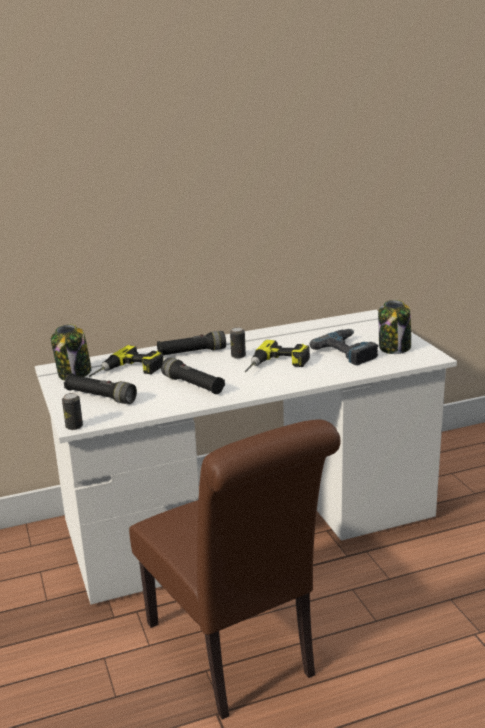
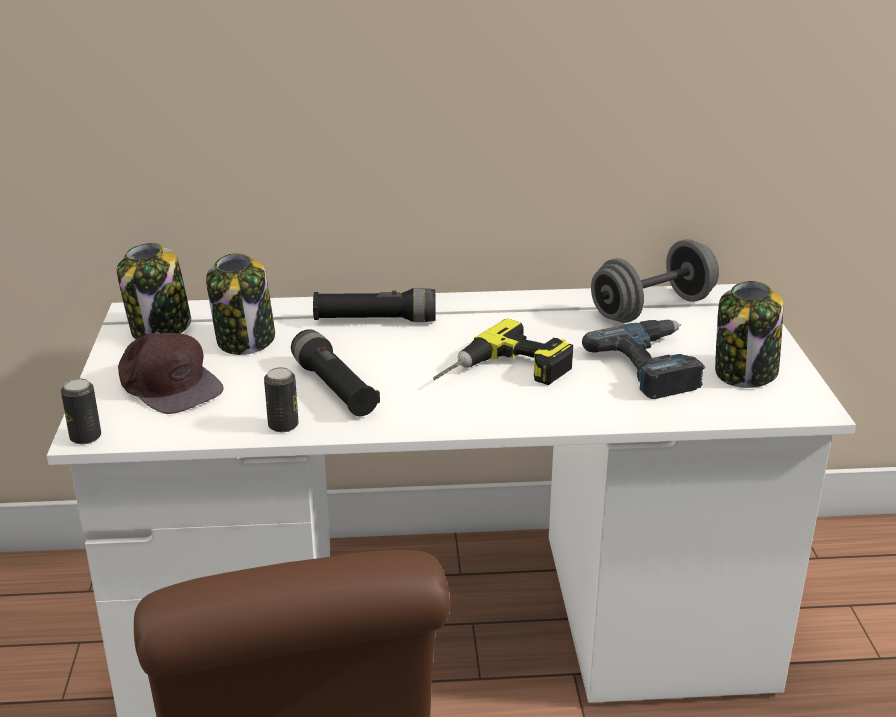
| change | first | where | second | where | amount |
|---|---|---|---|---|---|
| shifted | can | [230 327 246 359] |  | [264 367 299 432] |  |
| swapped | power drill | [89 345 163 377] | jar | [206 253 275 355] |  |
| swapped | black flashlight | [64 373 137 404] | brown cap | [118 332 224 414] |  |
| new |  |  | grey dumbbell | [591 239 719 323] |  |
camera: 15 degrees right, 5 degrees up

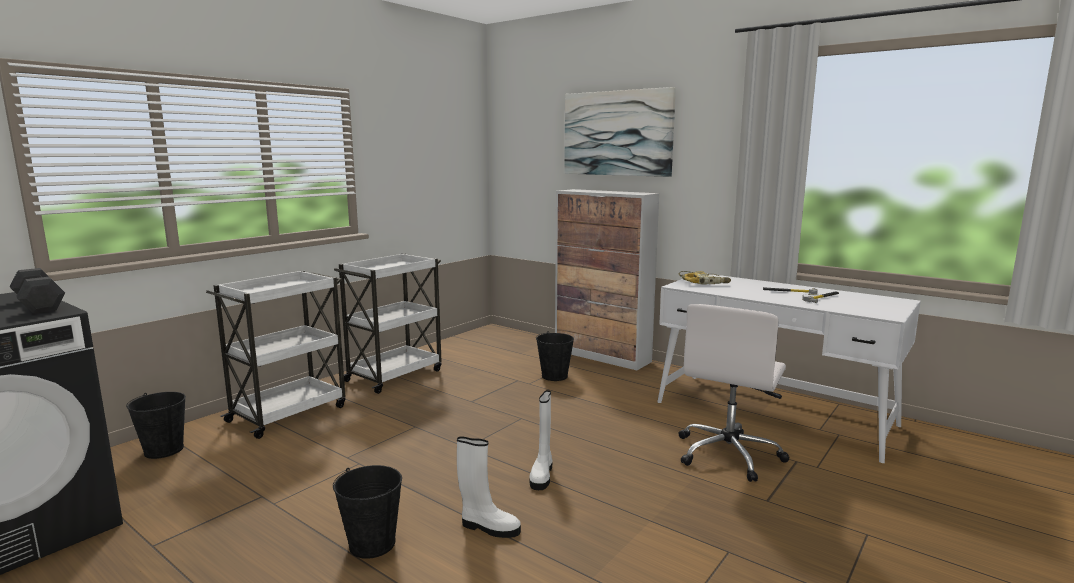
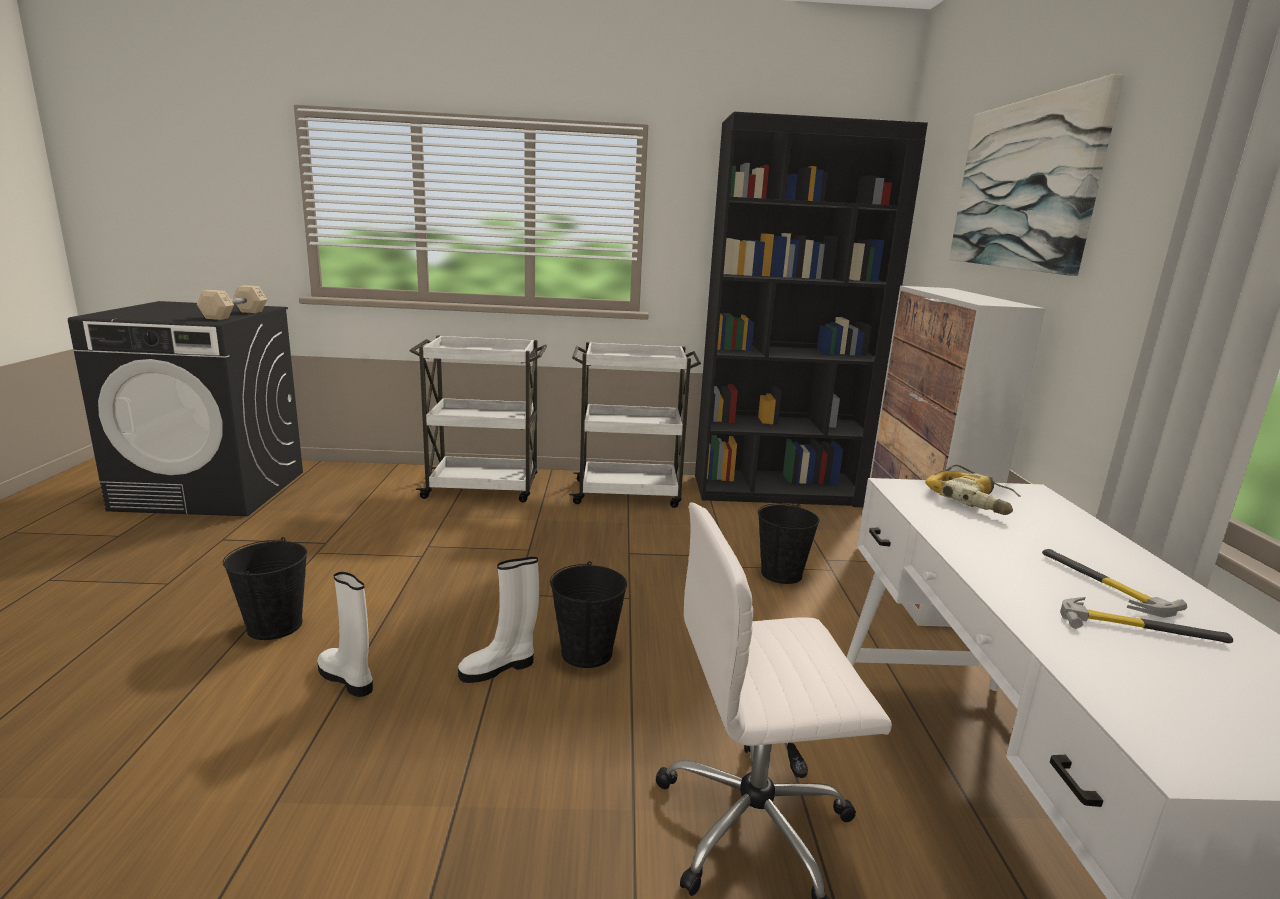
| change | first | where | second | where | amount |
|---|---|---|---|---|---|
| repainted | black dumbbell | [10 268 65 313] | beige dumbbell | [197 285 267 320] |  |
| shifted | black bucket | [126 392 186 459] |  | [550 561 627 668] |  |
| rotated | white boot | [457 437 521 538] |  | [317 572 373 697] | 150 degrees clockwise |
| new |  |  | black bookcase | [695 112 928 507] |  |
camera: 50 degrees right, 5 degrees up

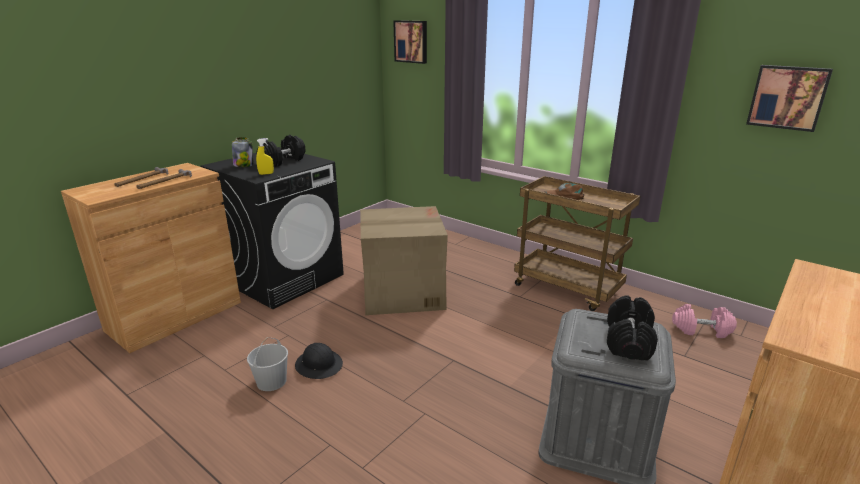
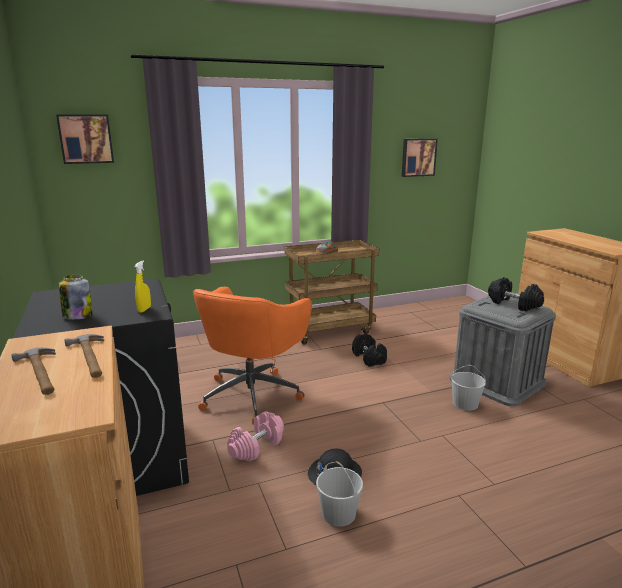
| change | first | where | second | where | amount |
|---|---|---|---|---|---|
| shifted | black dumbbell | [257 135 305 167] |  | [352 333 387 367] |  |
| swapped | cardboard box | [360 206 448 315] | orange office chair | [193 287 312 425] |  |
| shifted | pink dumbbell | [672 304 737 338] |  | [227 411 284 462] |  |
| new |  |  | white bucket | [451 365 486 411] |  |
camera: 60 degrees left, 5 degrees down

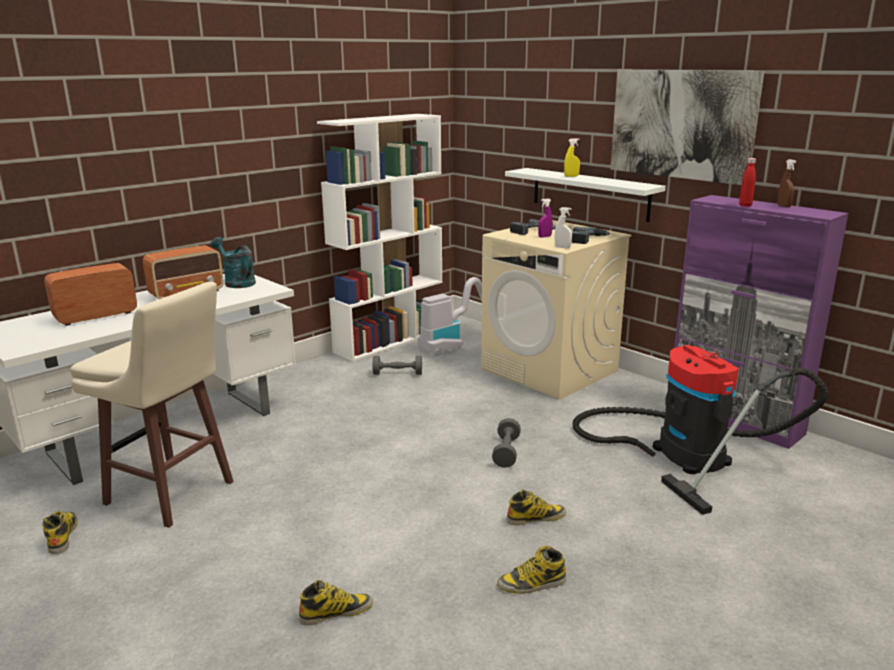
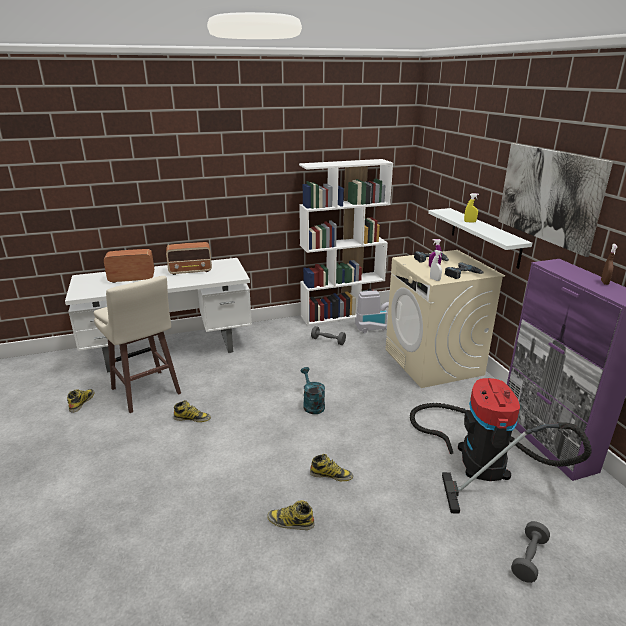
| change | first | where | second | where | amount |
|---|---|---|---|---|---|
| gone | red bottle | [739 158 756 207] |  |  |  |
| shifted | turquoise watering can | [211 237 256 288] |  | [300 367 325 414] |  |
| shifted | grey dumbbell | [492 418 521 468] |  | [511 521 550 583] |  |
| shifted | boot | [299 580 373 625] |  | [174 400 211 422] |  |
camera: 25 degrees right, 5 degrees up

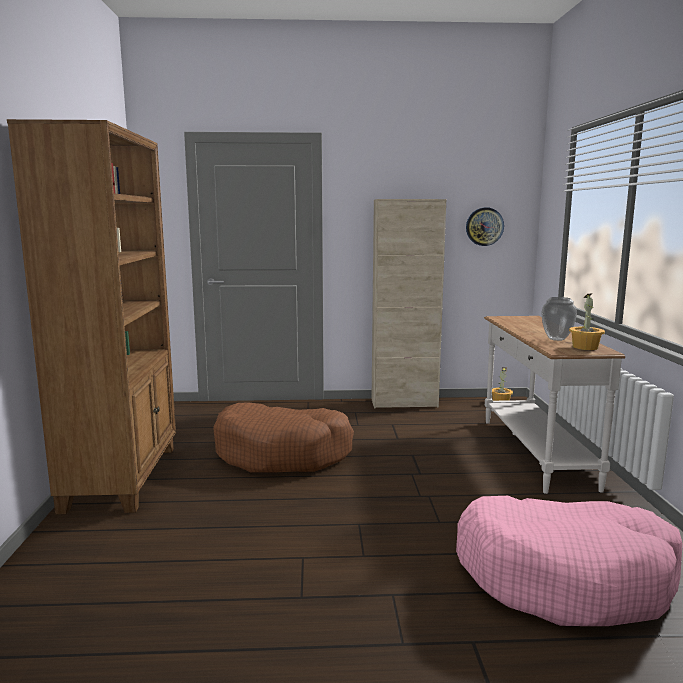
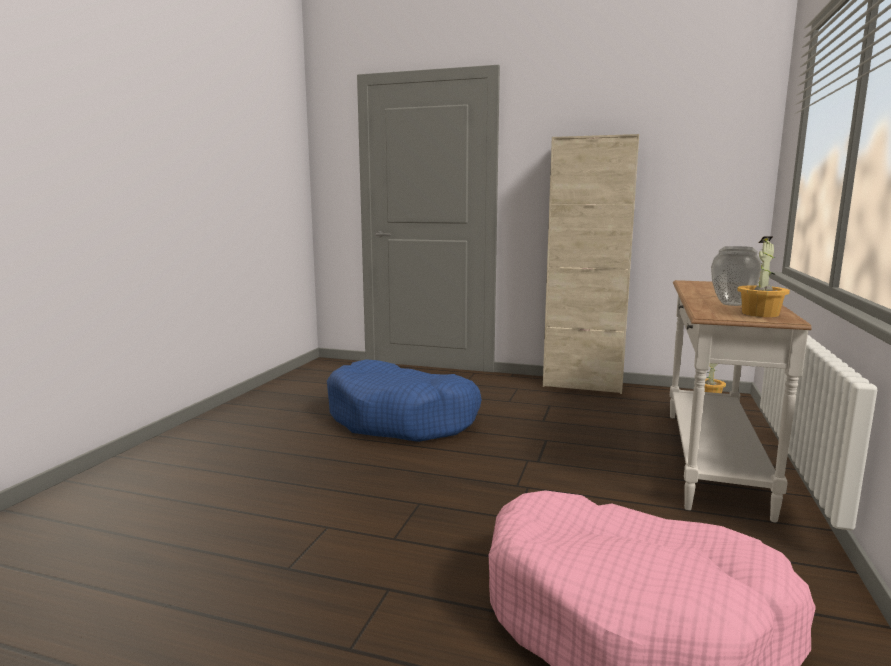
| change | first | where | second | where | amount |
|---|---|---|---|---|---|
| gone | brown bookcase | [7 119 176 514] |  |  |  |
| gone | wall clock | [466 207 504 246] |  |  |  |
| repainted | brown dog bed | [213 402 354 473] | blue dog bed | [327 359 482 442] |  |
camera: 20 degrees right, 0 degrees up

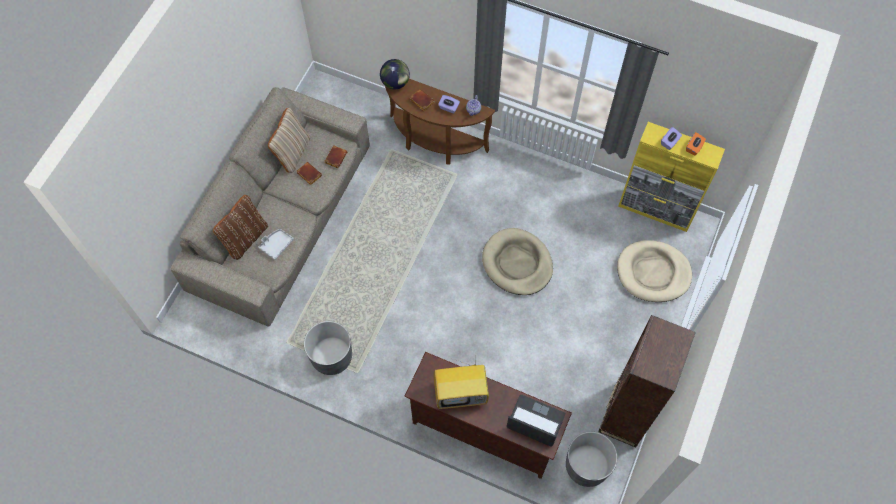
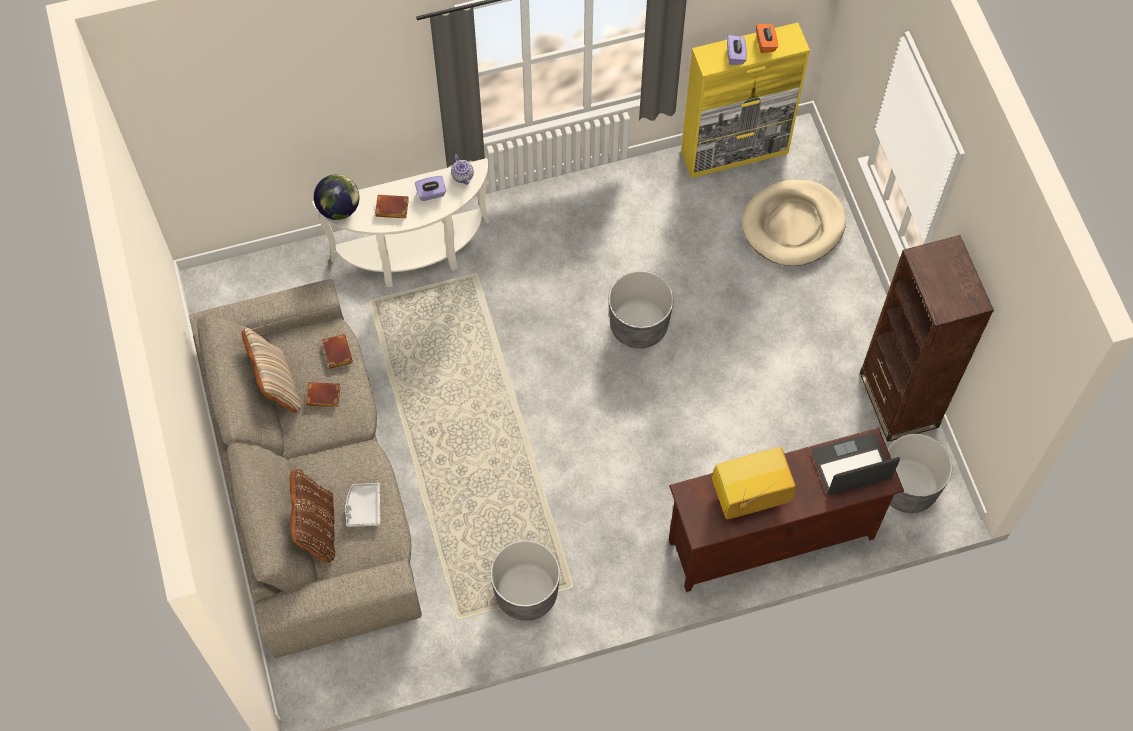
| change | first | where | second | where | amount |
|---|---|---|---|---|---|
| repainted | brown console table | [385 79 495 165] | white console table | [312 158 489 287] |  |
| swapped | beige dog bed | [482 228 553 295] | grey planter | [609 271 673 349] |  |
| rotated | television | [433 358 489 409] |  | [712 447 796 519] | 150 degrees counterclockwise |
camera: 40 degrees left, 0 degrees up

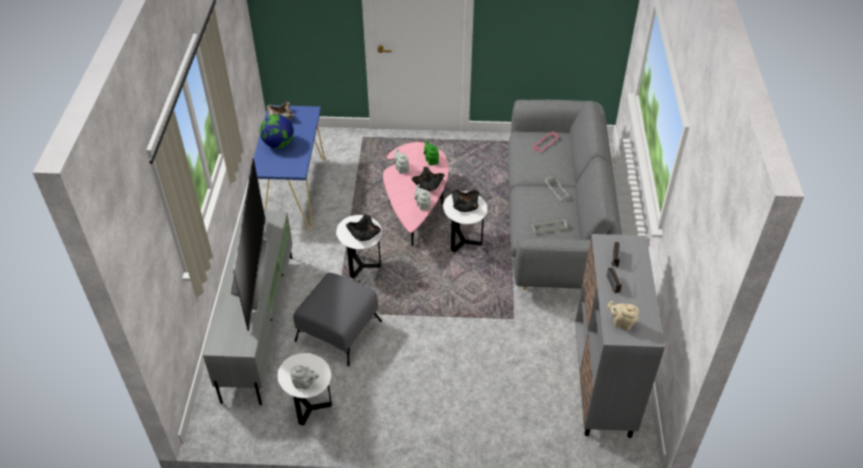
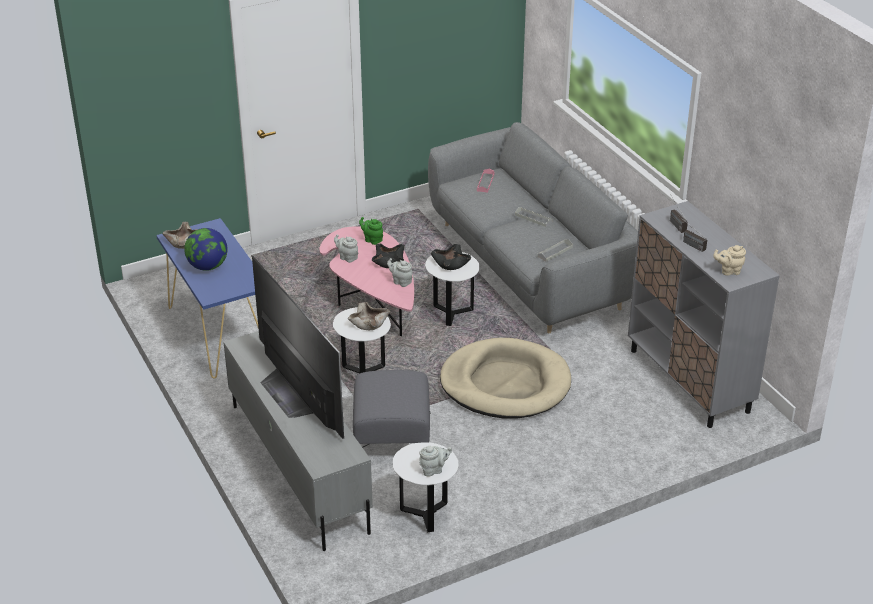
| change | first | where | second | where | amount |
|---|---|---|---|---|---|
| repainted | black bowl | [346 214 381 241] | beige bowl | [348 302 390 330] |  |
| new |  |  | beige dog bed | [440 338 571 418] |  |
camera: 30 degrees left, 10 degrees down

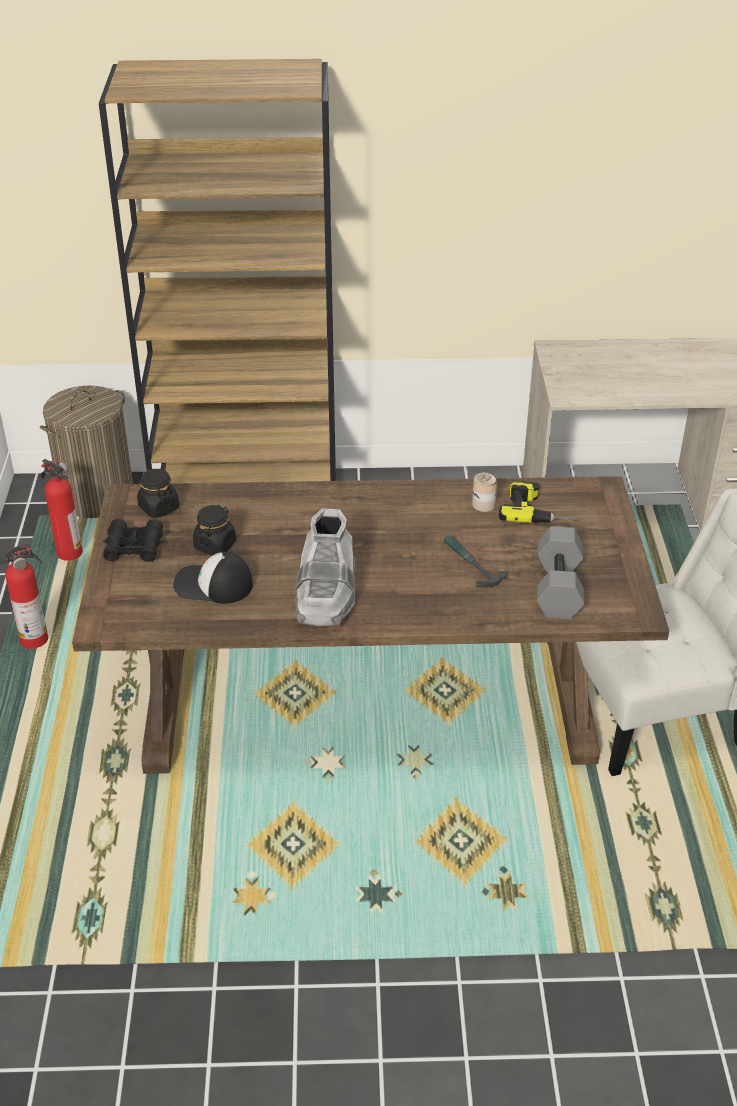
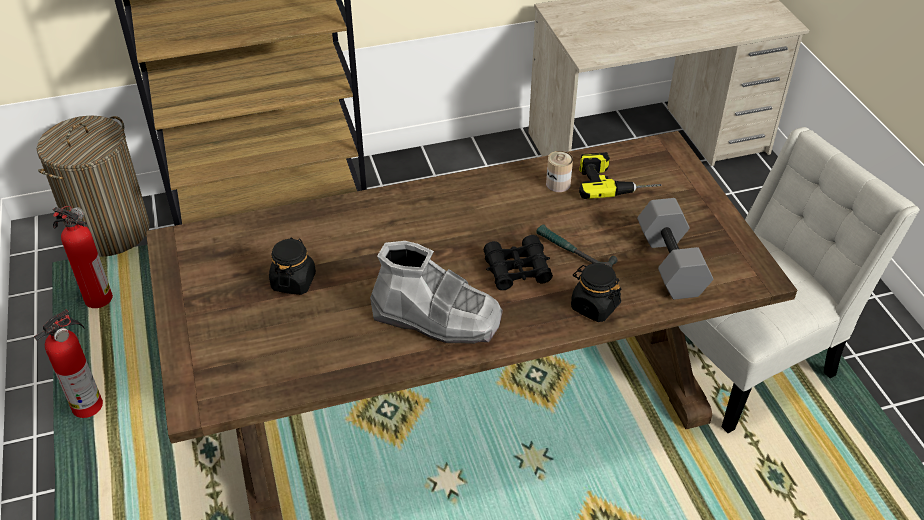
| change | first | where | second | where | amount |
|---|---|---|---|---|---|
| shifted | black jar | [137 469 179 518] |  | [571 263 622 322] |  |
| rotated | grey boot | [295 508 356 626] |  | [370 241 503 344] | 60 degrees counterclockwise |
| shifted | black binoculars | [103 519 163 562] |  | [484 235 553 290] |  |
| gone | cap | [173 552 253 604] |  |  |  |
camera: 15 degrees left, 5 degrees up

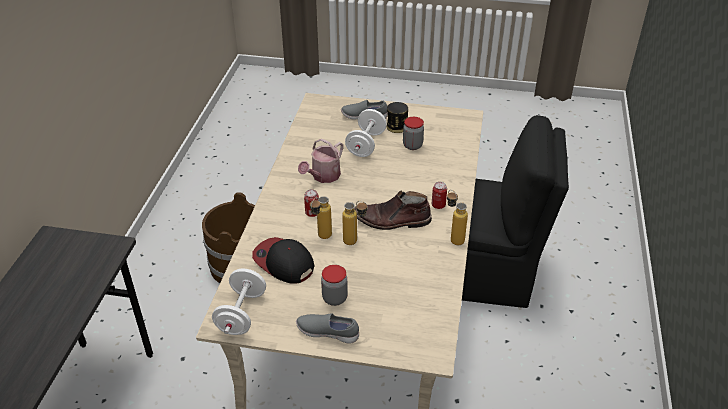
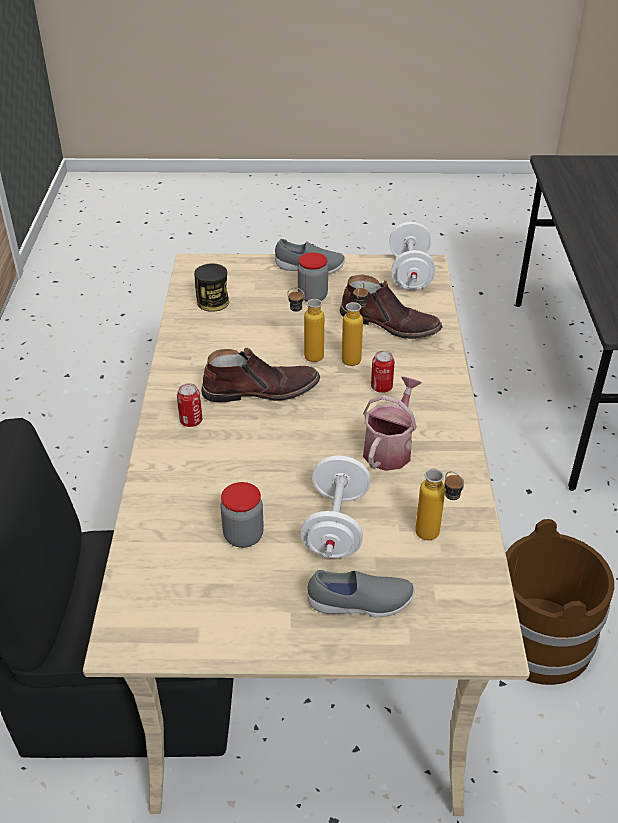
| change | first | where | second | where | amount |
|---|---|---|---|---|---|
| shifted | can | [387 102 408 133] |  | [194 264 229 312] |  |
| shifted | bottle | [447 190 468 245] |  | [415 469 464 540] |  |
| swapped | cap | [252 237 314 284] | brown boot | [340 275 442 339] |  |
camera: 170 degrees right, 0 degrees up

